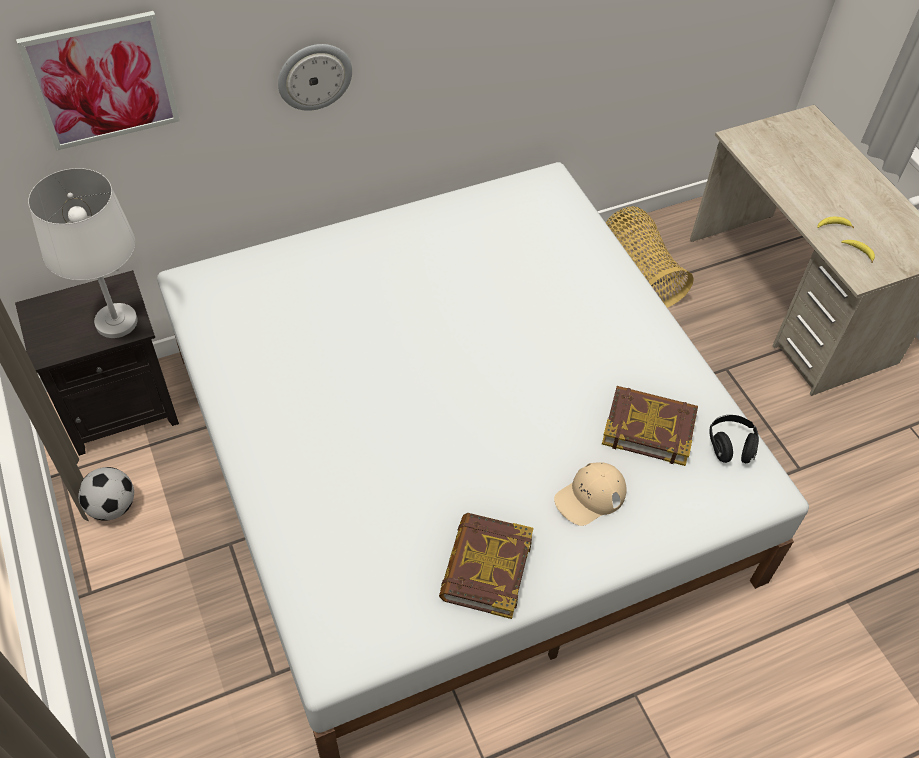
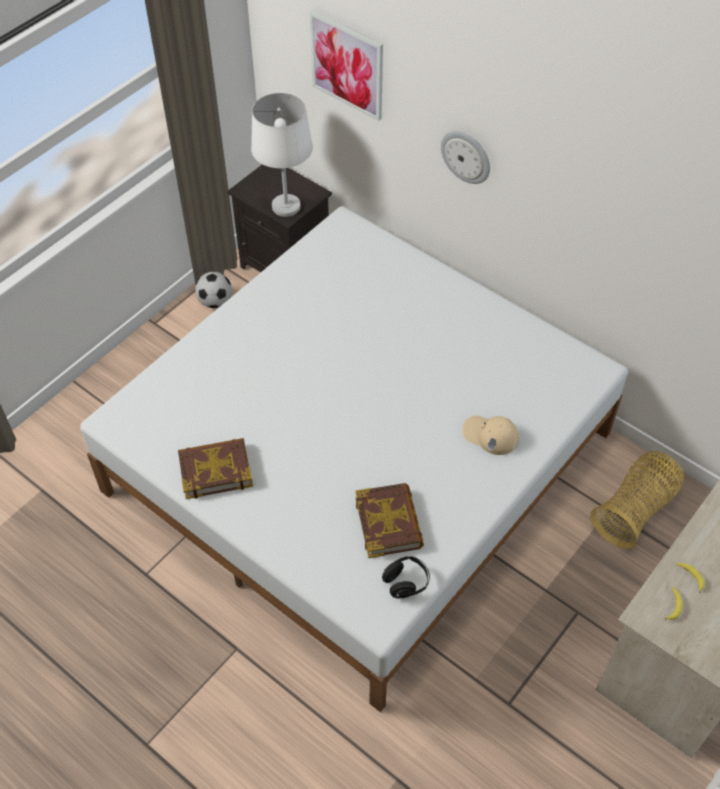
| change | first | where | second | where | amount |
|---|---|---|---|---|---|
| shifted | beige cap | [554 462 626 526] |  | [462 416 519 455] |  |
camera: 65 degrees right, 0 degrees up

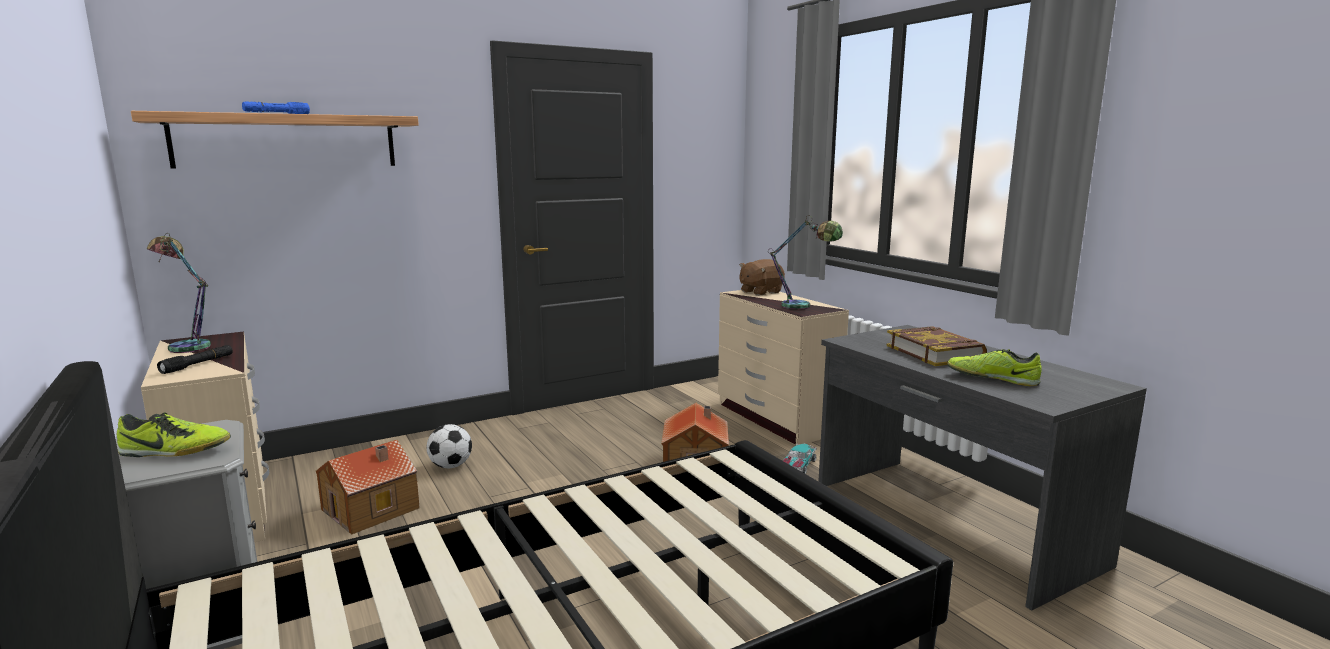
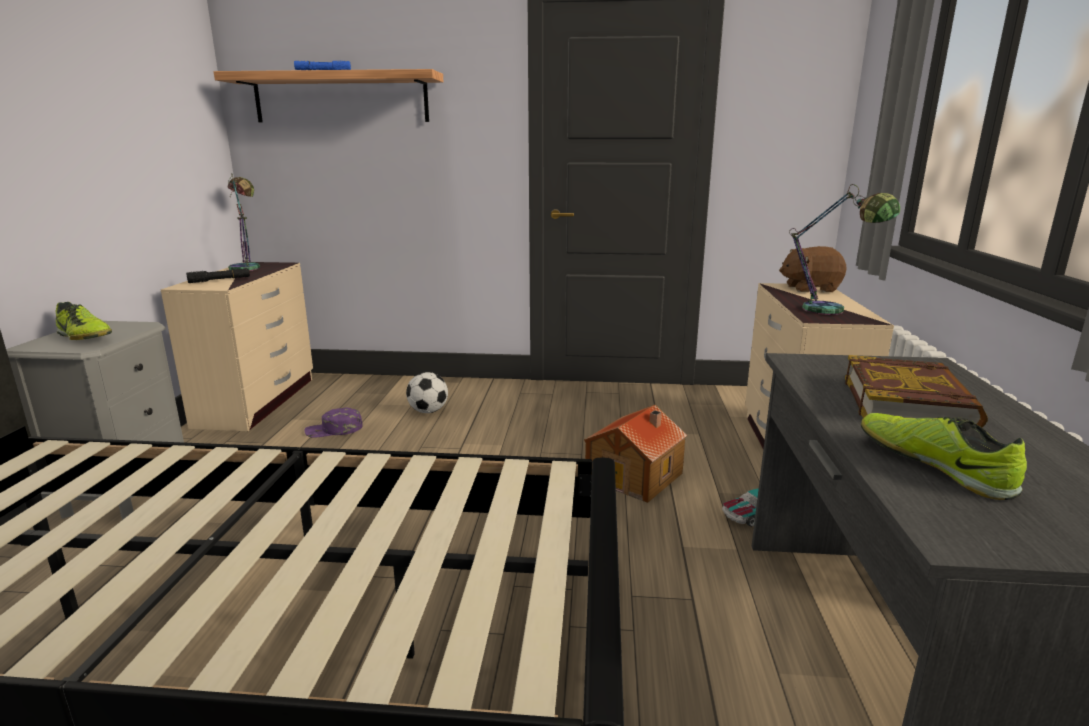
| change | first | where | second | where | amount |
|---|---|---|---|---|---|
| swapped | toy house | [316 440 420 535] | purple cap | [304 407 363 438] |  |
camera: 35 degrees right, 5 degrees up

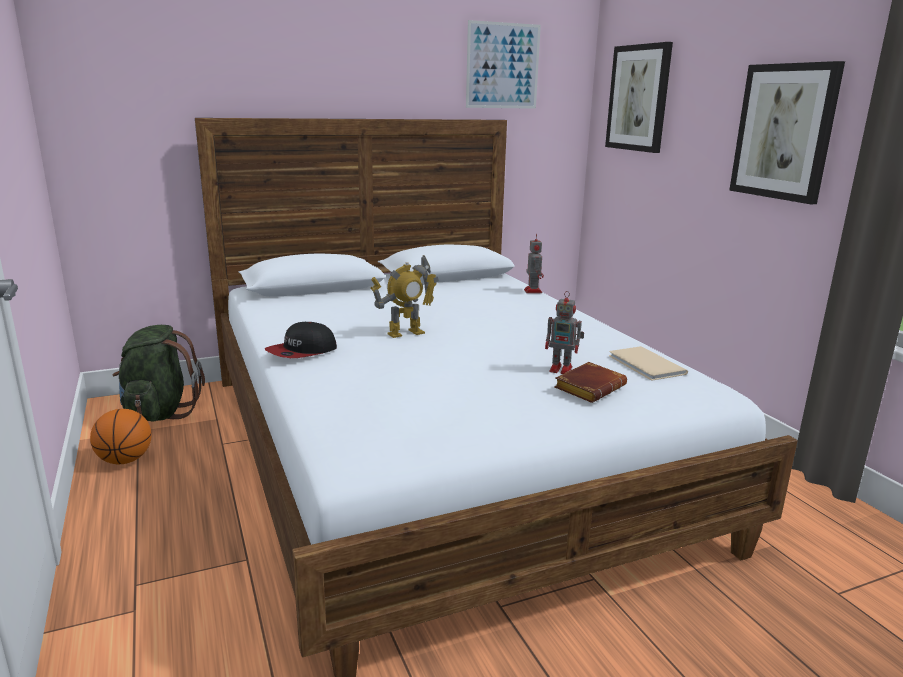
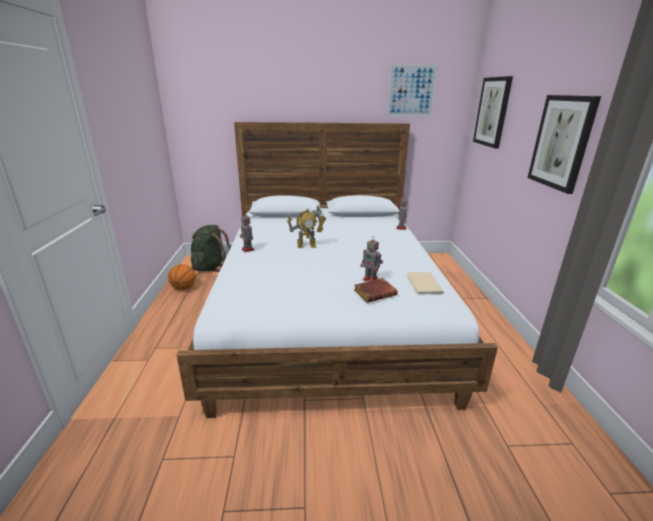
| change | first | where | second | where | amount |
|---|---|---|---|---|---|
| swapped | cap | [265 322 337 358] | toy robot | [240 213 255 252] |  |
camera: 20 degrees right, 5 degrees up

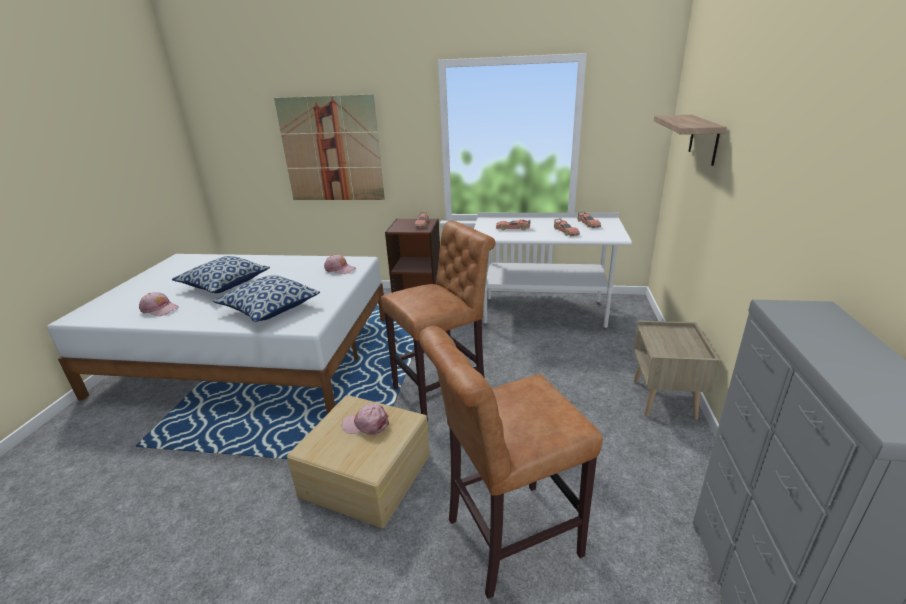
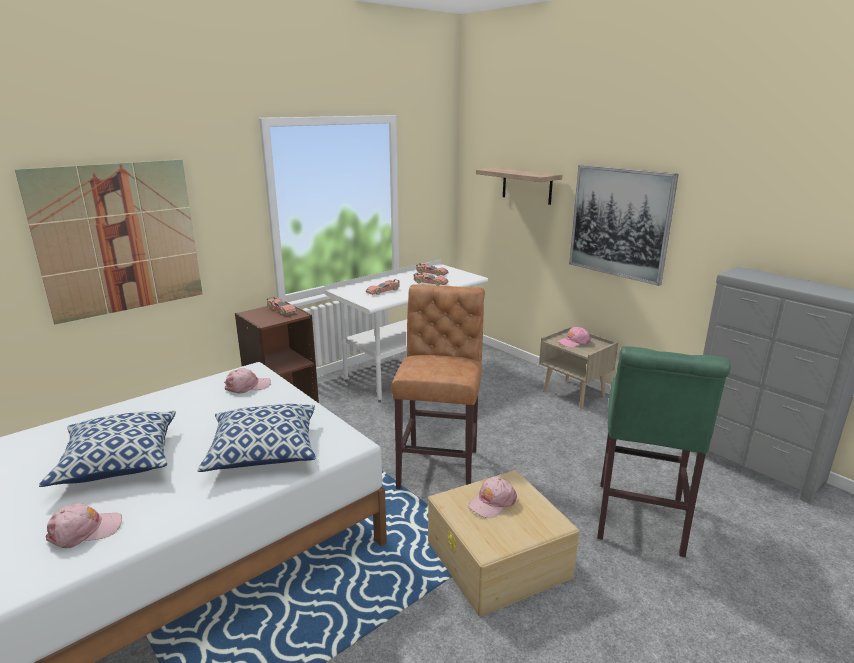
| change | first | where | second | where | amount |
|---|---|---|---|---|---|
| repainted | brown stool | [419 326 603 599] | green stool | [597 346 731 557] |  |
| new |  |  | picture | [569 165 679 286] |  |
| new |  |  | pink cap | [557 327 591 348] |  |
camera: 50 degrees left, 5 degrees down

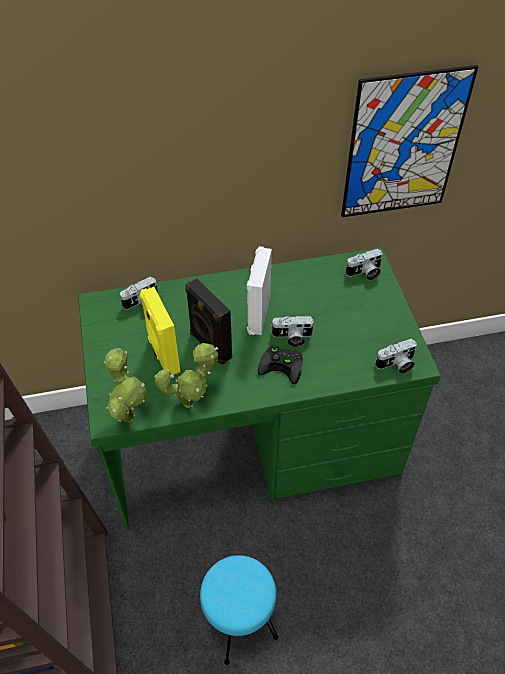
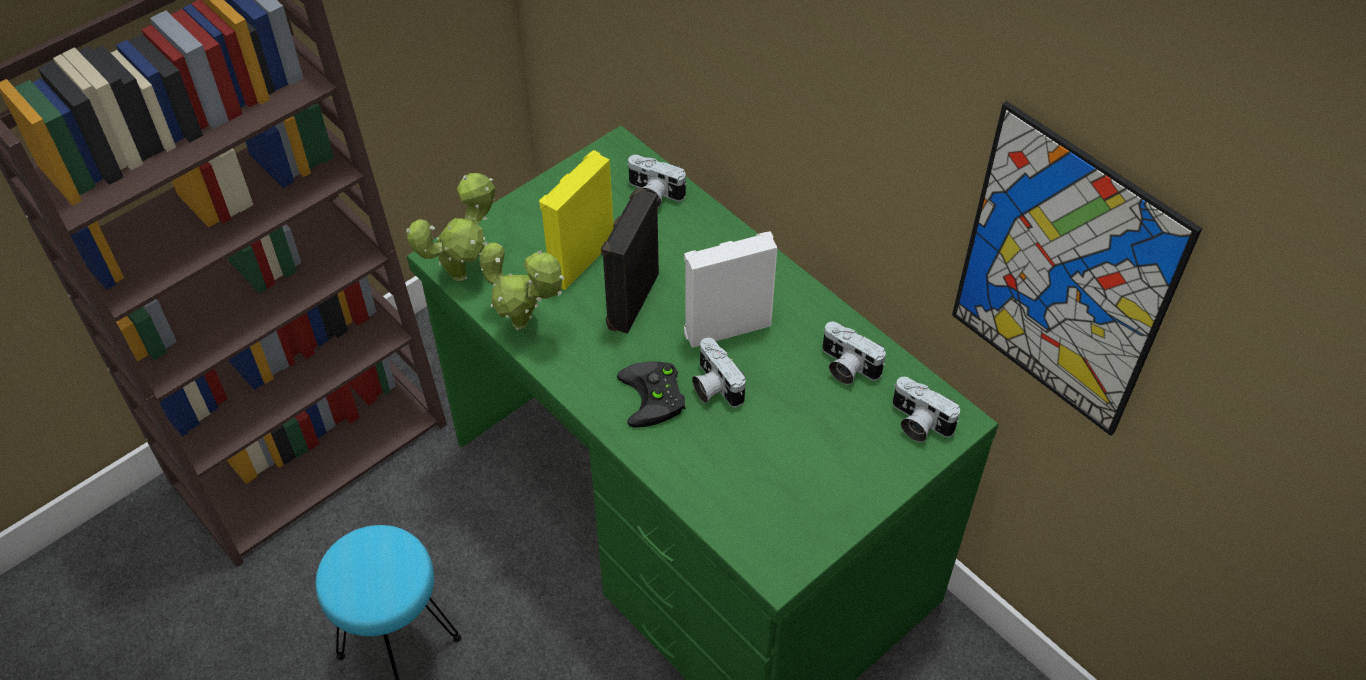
| change | first | where | second | where | amount |
|---|---|---|---|---|---|
| shifted | photo camera | [375 339 417 374] |  | [822 322 886 385] |  |
camera: 60 degrees right, 0 degrees up

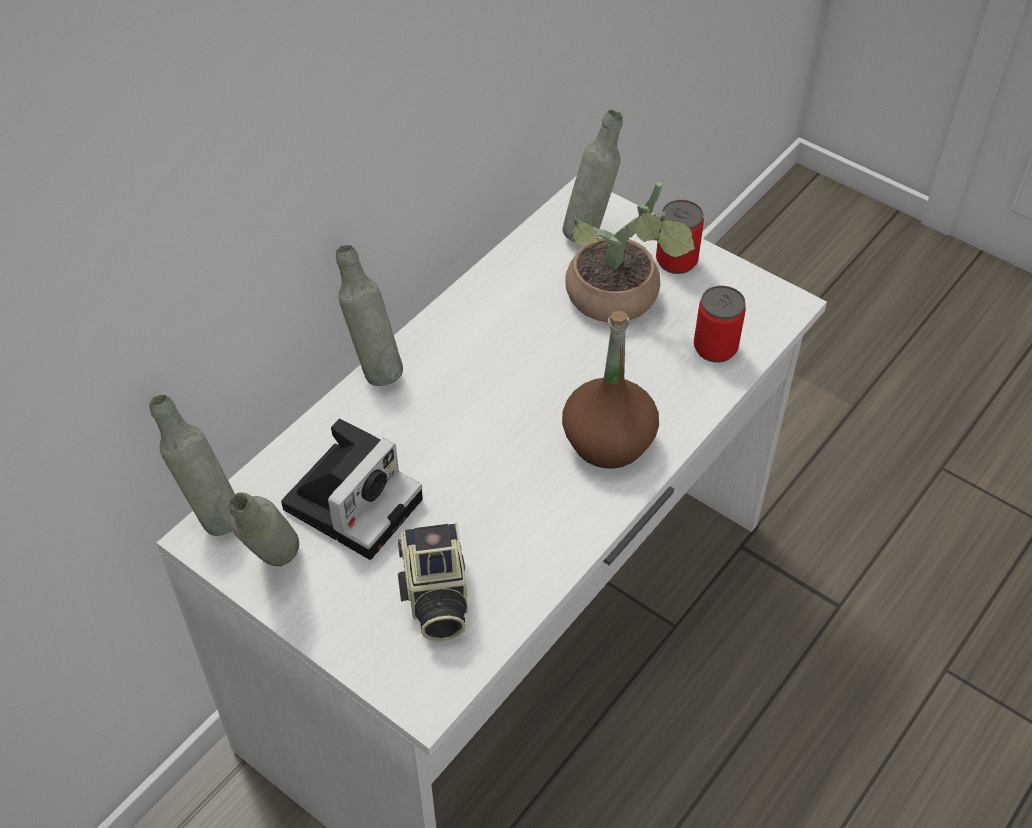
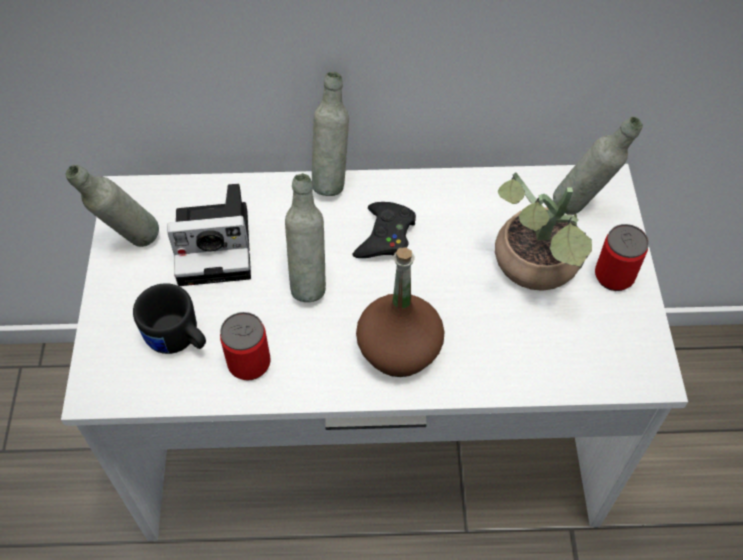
| change | first | where | second | where | amount |
|---|---|---|---|---|---|
| shifted | can | [694 286 746 362] |  | [220 312 271 381] |  |
| shifted | grey bottle | [149 395 235 536] |  | [285 173 326 302] |  |
| swapped | photo camera | [398 523 468 642] | black mug | [133 283 206 354] |  |
| new |  |  | black game controller | [352 202 416 258] |  |
camera: 50 degrees right, 5 degrees up

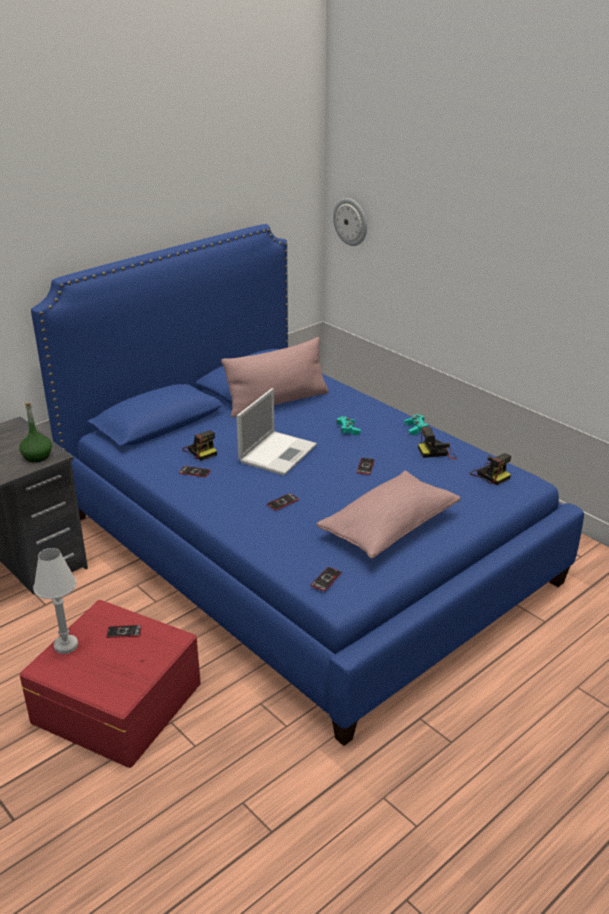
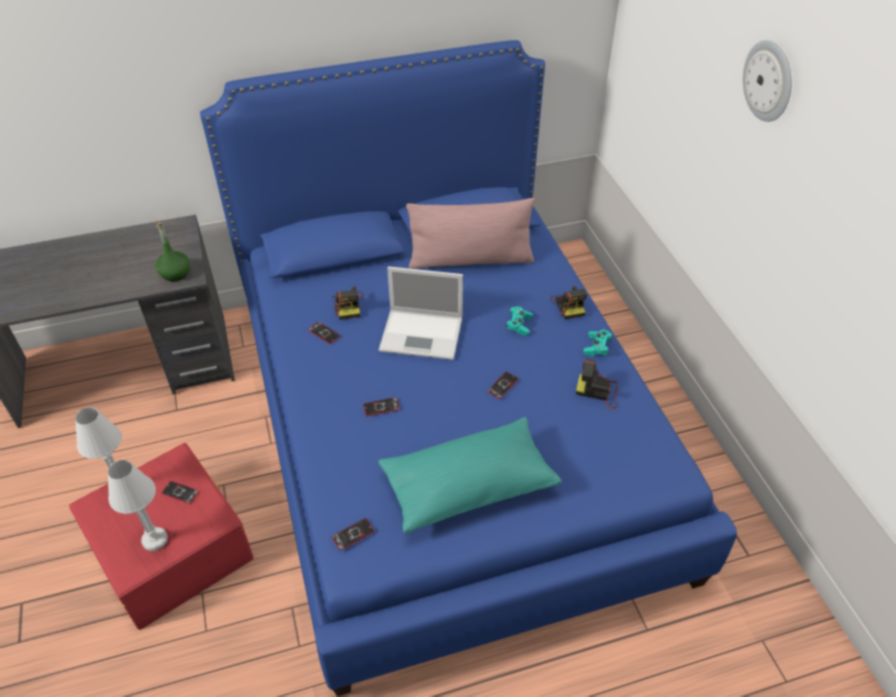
| change | first | where | second | where | amount |
|---|---|---|---|---|---|
| shifted | wall clock | [333 198 367 246] |  | [743 40 792 122] |  |
| rotated | laptop | [236 388 317 475] |  | [379 266 463 360] | 45 degrees clockwise |
| shifted | photo camera | [470 453 511 485] |  | [550 286 587 320] |  |
| repainted | pink pillow | [316 471 461 559] | turquoise pillow | [378 417 562 534] |  |
| new |  |  | white table lamp | [108 460 168 551] |  |
camera: 25 degrees right, 15 degrees up

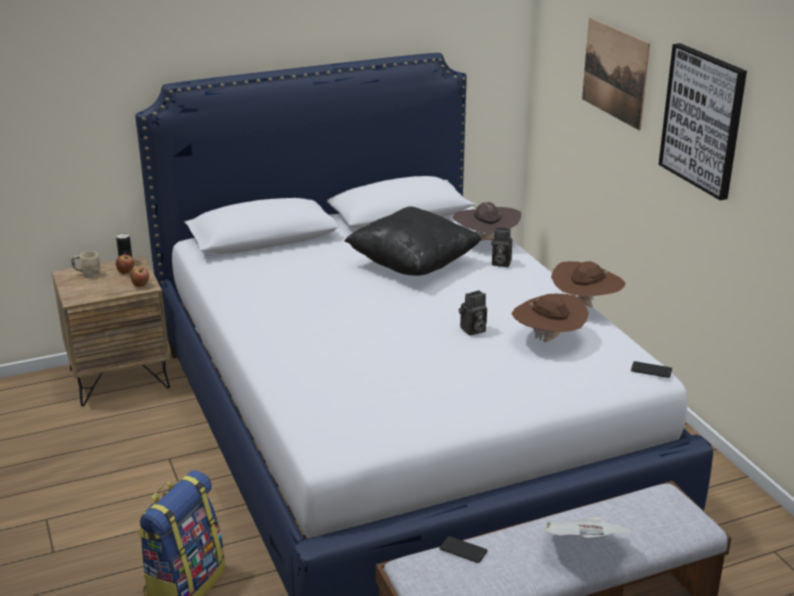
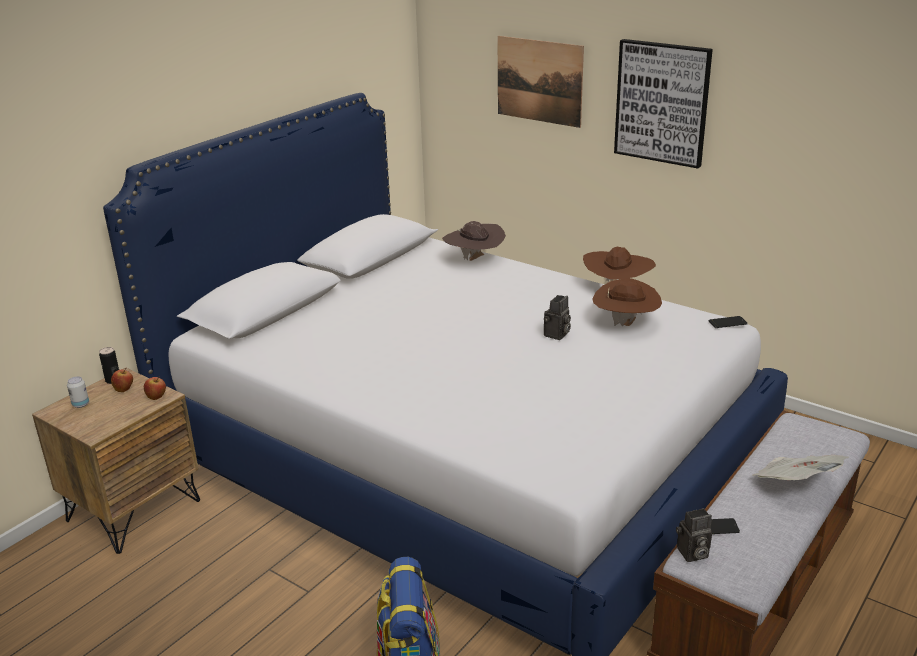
| change | first | where | second | where | amount |
|---|---|---|---|---|---|
| gone | black pillow | [344 207 482 276] |  |  |  |
| shifted | photo camera | [491 228 513 267] |  | [676 508 712 562] |  |
| swapped | beige mug | [71 251 100 278] | can | [67 376 89 408] |  |
camera: 30 degrees left, 0 degrees up

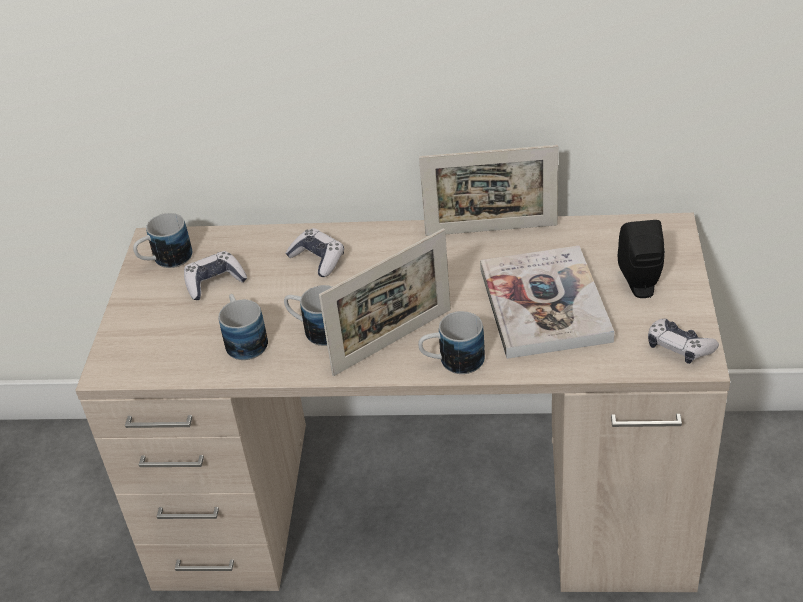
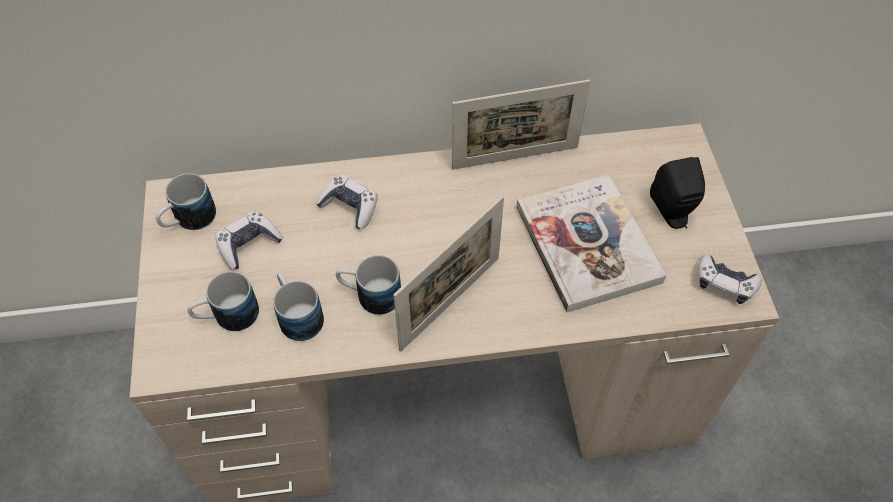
| change | first | where | second | where | amount |
|---|---|---|---|---|---|
| shifted | mug | [418 311 485 374] |  | [187 271 259 331] |  |
camera: 15 degrees left, 15 degrees up

